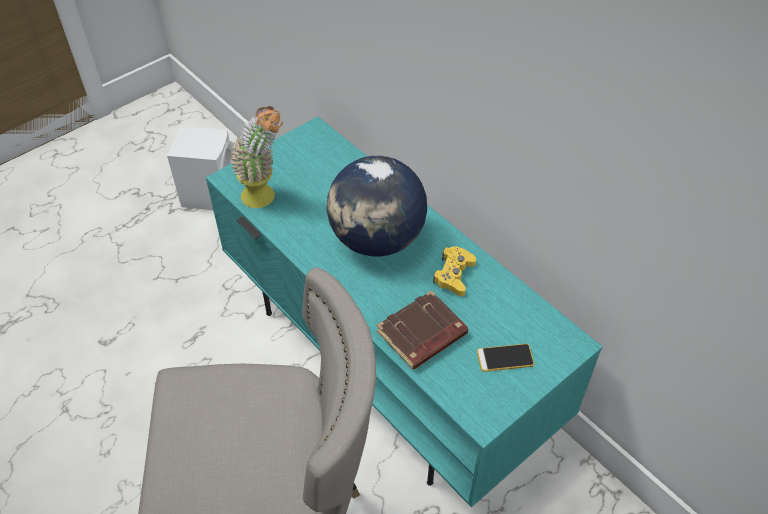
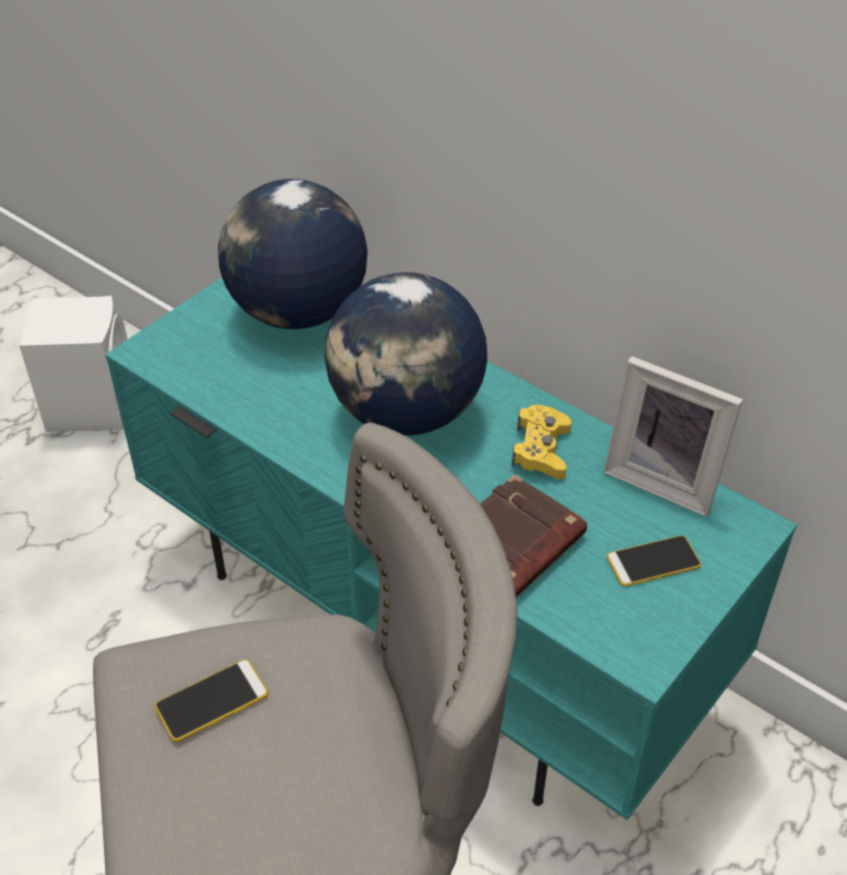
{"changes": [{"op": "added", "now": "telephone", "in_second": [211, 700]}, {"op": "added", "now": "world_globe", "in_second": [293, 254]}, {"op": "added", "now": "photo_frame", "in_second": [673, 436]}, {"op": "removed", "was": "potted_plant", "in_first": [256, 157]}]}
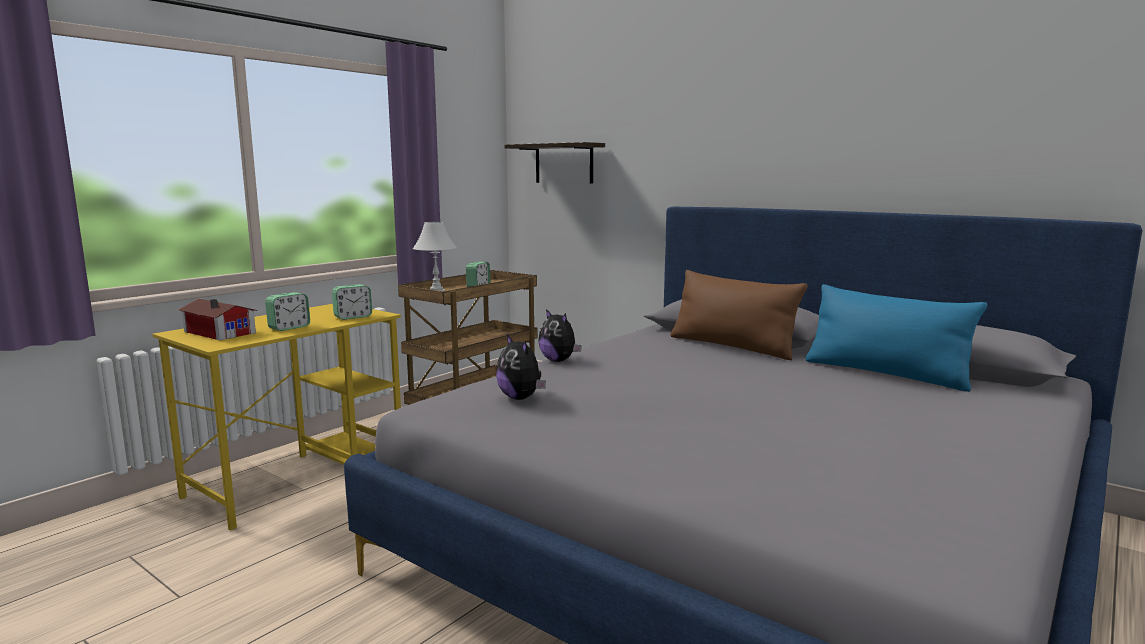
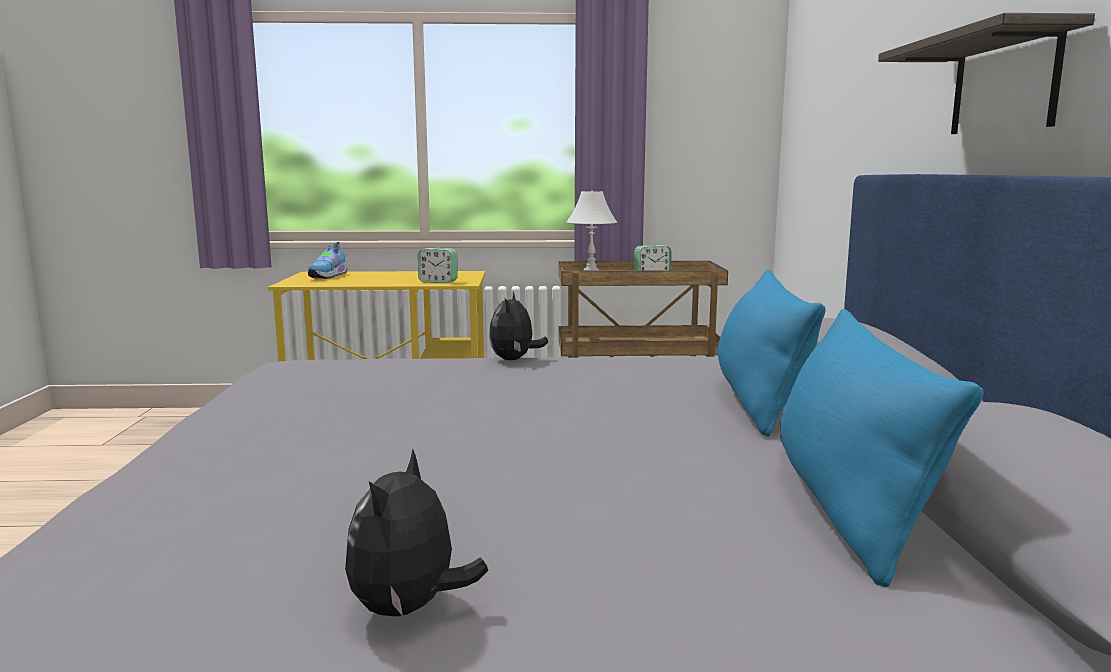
{"changes": [{"op": "replaced", "was": "toy_house", "now": "item_of_footwear", "in_first": [217, 319], "in_second": [327, 260]}, {"op": "moved", "was": "plush_toy", "in_first": [521, 367], "in_second": [416, 532]}, {"op": "recoloured", "was": "brown-coloured_pillow", "now": "blue-coloured_pillow", "in_first": [739, 315], "in_second": [772, 353]}, {"op": "moved", "was": "bracket_shelf", "in_first": [555, 162], "in_second": [986, 73]}, {"op": "removed", "was": "bedside_clock", "in_first": [287, 311]}]}
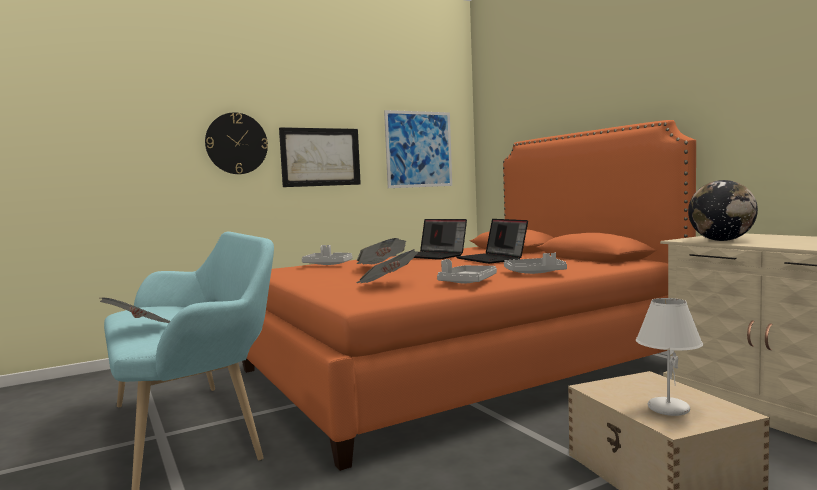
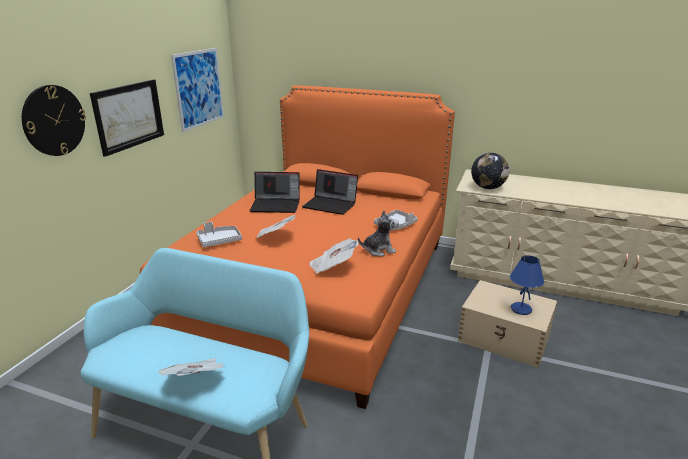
{"changes": [{"op": "replaced", "was": "gray_carrying_tray", "now": "plush_toy", "in_first": [467, 271], "in_second": [378, 233]}, {"op": "recoloured", "was": "white_table_lamp", "now": "blue-coloured_table_lamp", "in_first": [669, 357], "in_second": [527, 285]}]}
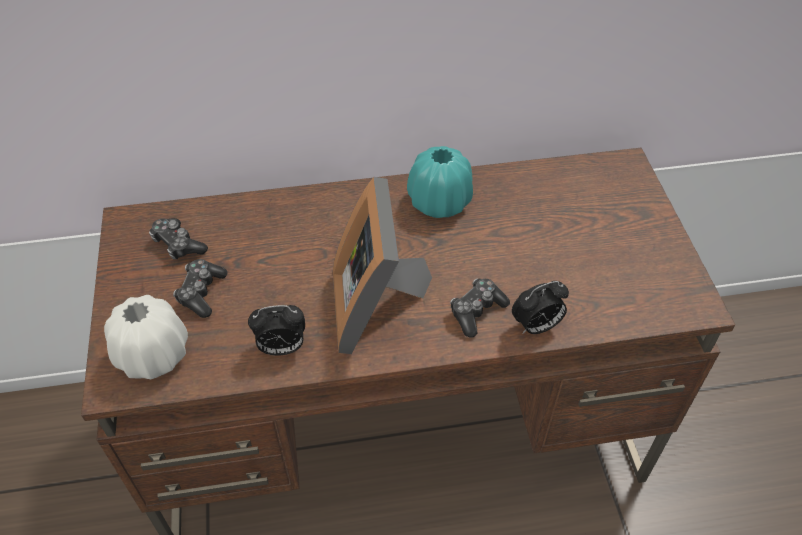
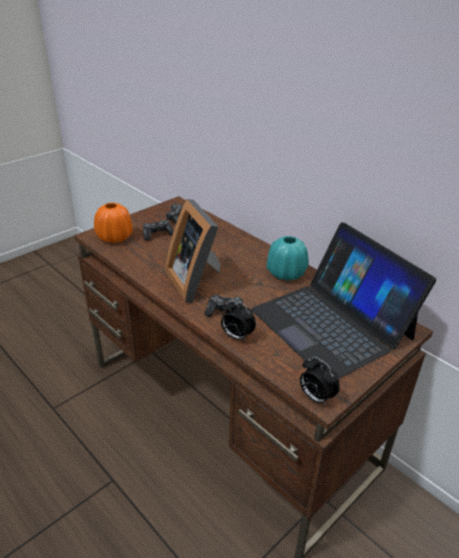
{"changes": [{"op": "recoloured", "was": "white_vase", "now": "orangey_vase", "in_first": [146, 337], "in_second": [113, 223]}, {"op": "turned", "was": "photo_frame", "in_first": [382, 265], "in_second": [192, 251], "clockwise": -75}, {"op": "added", "now": "notebook_computer", "in_second": [343, 300]}, {"op": "moved", "was": "bedside_clock", "in_first": [276, 330], "in_second": [320, 381]}]}
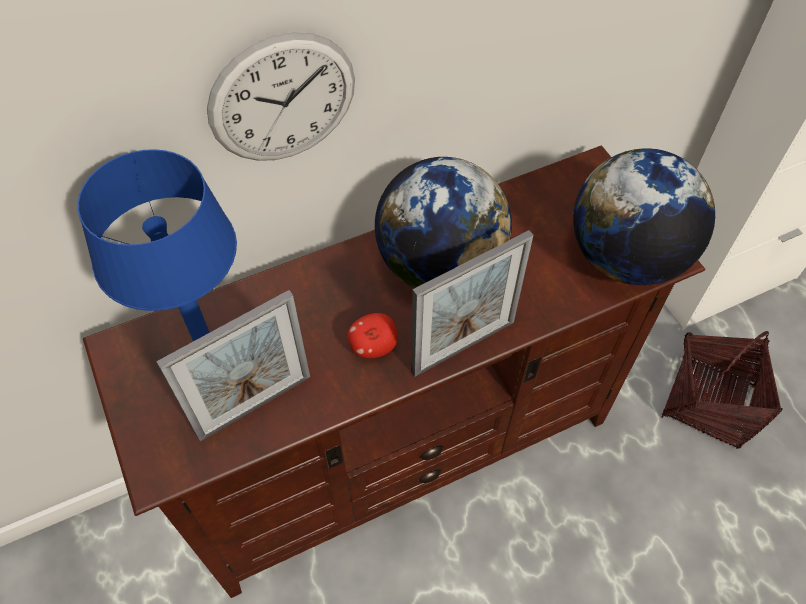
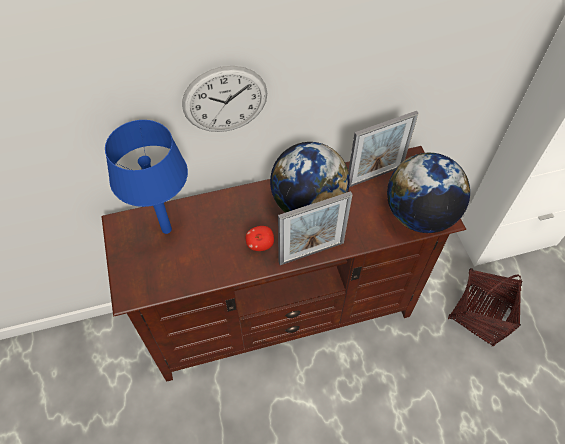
{"changes": [{"op": "moved", "was": "photo_frame", "in_first": [233, 366], "in_second": [383, 149]}]}
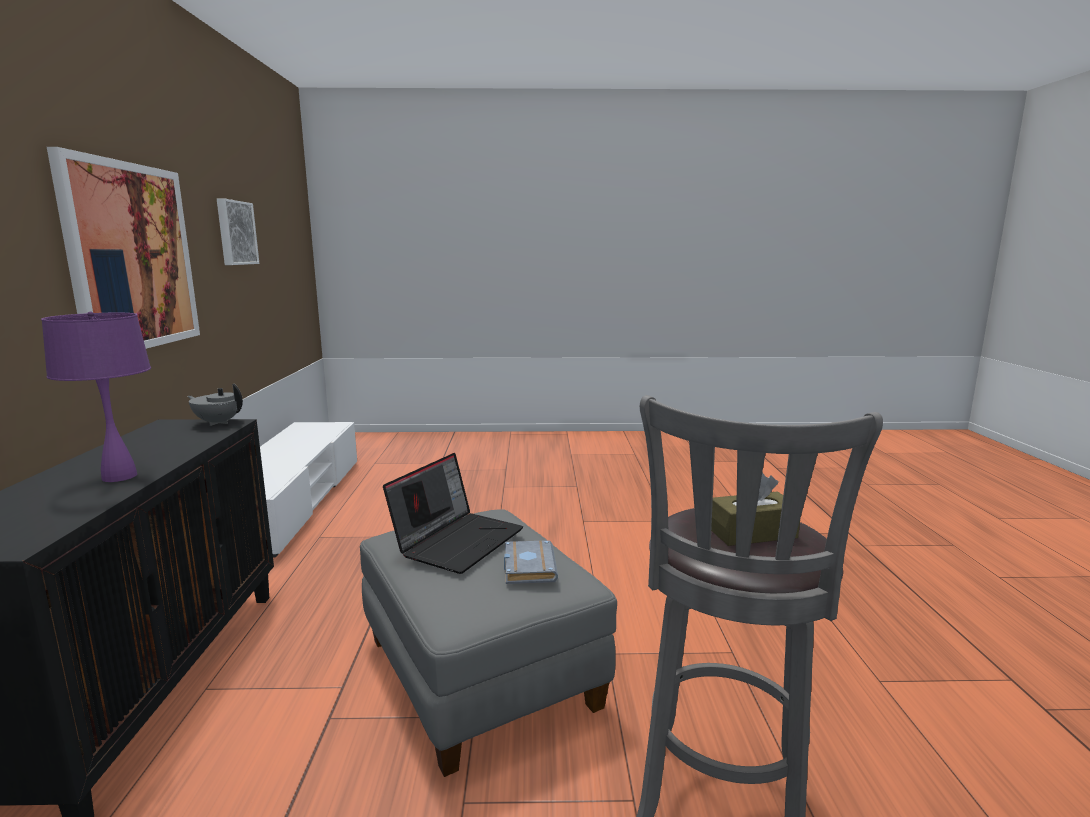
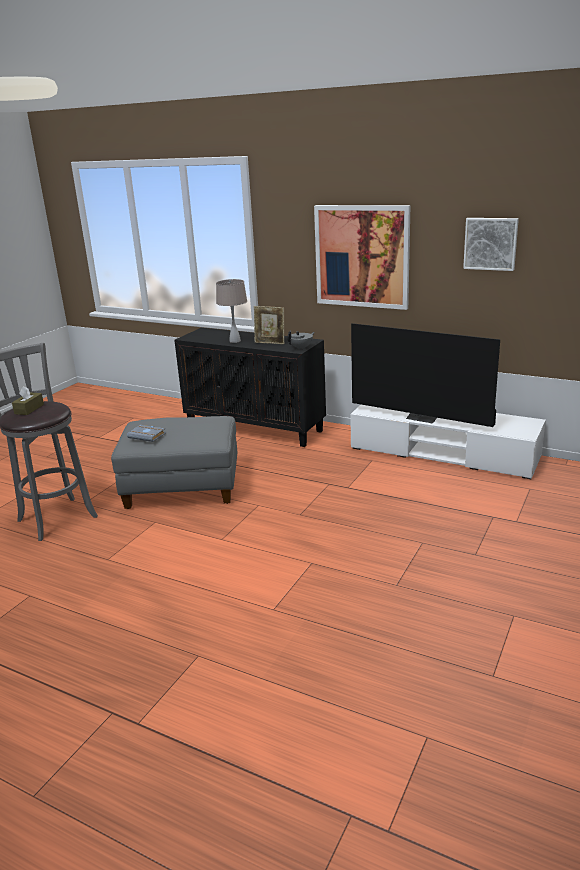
{"changes": [{"op": "recoloured", "was": "purple_table_lamp", "now": "beige_table_lamp", "in_first": [96, 396], "in_second": [231, 311]}, {"op": "added", "now": "photo_frame", "in_second": [269, 325]}, {"op": "added", "now": "TV_set", "in_second": [425, 375]}, {"op": "removed", "was": "notebook_computer", "in_first": [453, 513]}]}
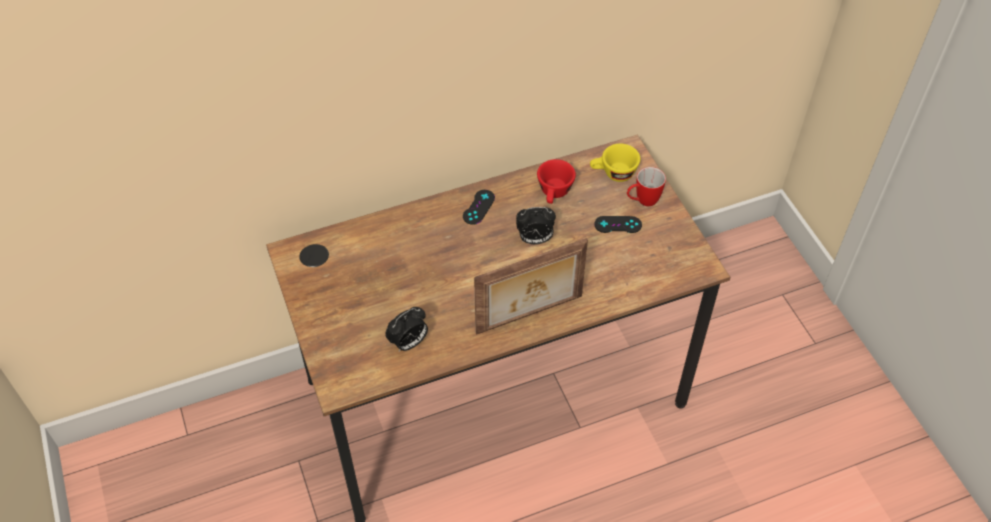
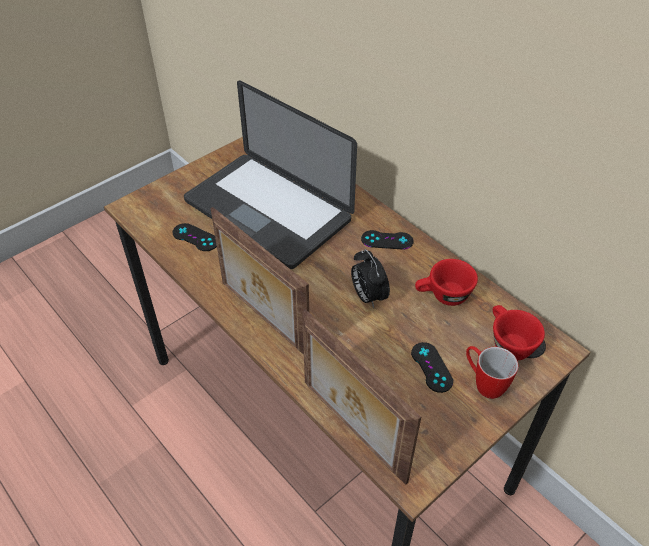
{"changes": [{"op": "replaced", "was": "bedside_clock", "now": "black_joypad", "in_first": [406, 329], "in_second": [194, 237]}, {"op": "added", "now": "notebook_computer", "in_second": [270, 174]}, {"op": "added", "now": "photo_frame", "in_second": [361, 396]}, {"op": "recoloured", "was": "yellow_small_cup", "now": "reddish_small_cup", "in_first": [615, 163], "in_second": [519, 332]}]}
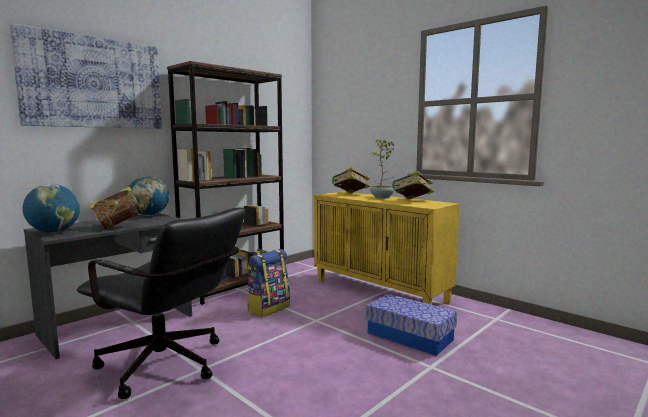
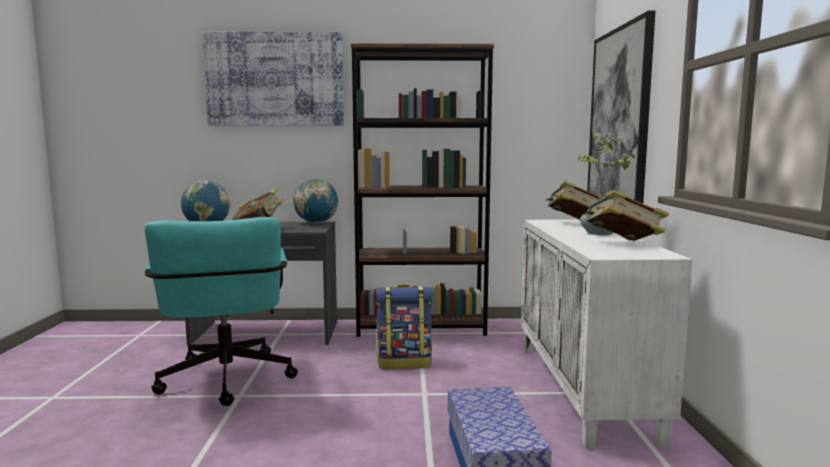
{"changes": [{"op": "recoloured", "was": "black_desk_chair", "now": "blue-green_desk_chair", "in_first": [161, 303], "in_second": [221, 311]}, {"op": "recoloured", "was": "yellow_cabinet", "now": "white_cabinet", "in_first": [387, 248], "in_second": [607, 334]}, {"op": "added", "now": "wall_art", "in_second": [621, 107]}]}
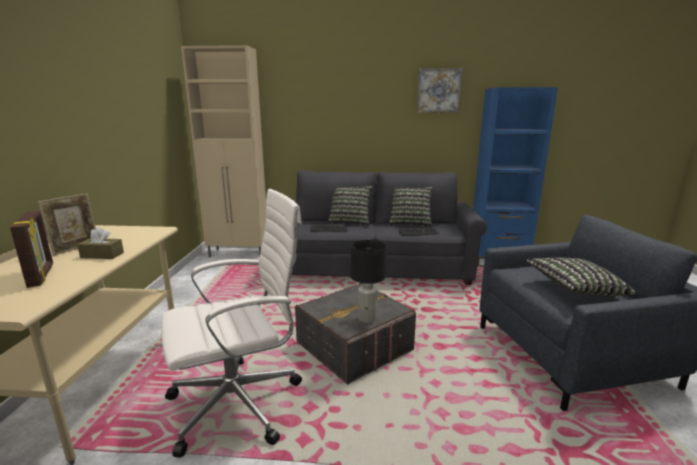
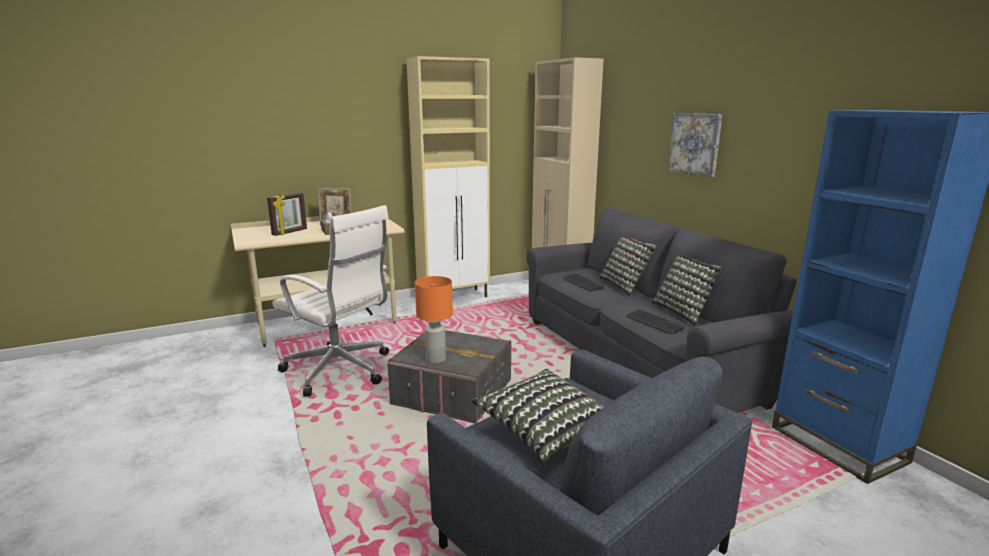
{"changes": [{"op": "added", "now": "beige_cabinet", "in_second": [448, 176]}, {"op": "recoloured", "was": "black_table_lamp", "now": "orangey_table_lamp", "in_first": [368, 281], "in_second": [434, 320]}, {"op": "moved", "was": "wall_art", "in_first": [439, 90], "in_second": [695, 145]}]}
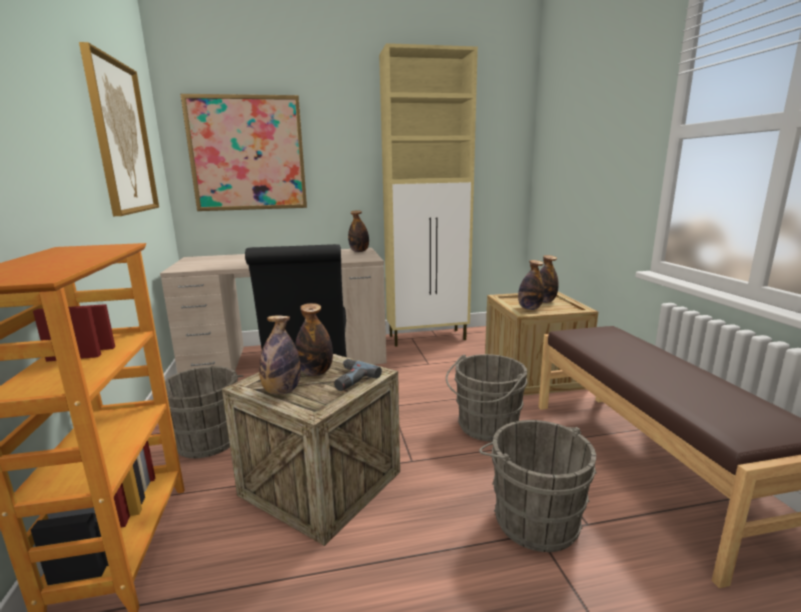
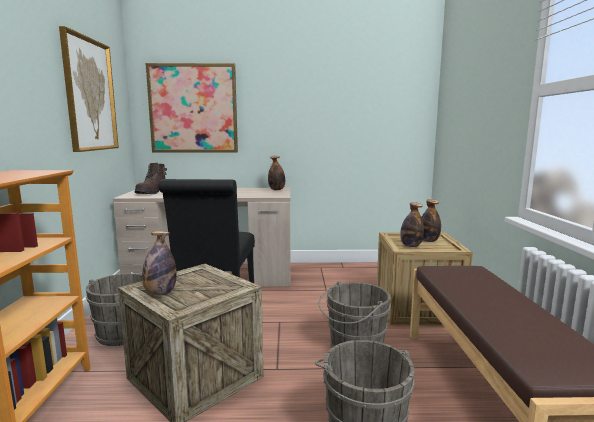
{"changes": [{"op": "added", "now": "brown-coloured_boot", "in_second": [151, 178]}, {"op": "removed", "was": "beverage_bottle", "in_first": [314, 339]}, {"op": "removed", "was": "drill", "in_first": [358, 375]}, {"op": "removed", "was": "beige_cabinet", "in_first": [428, 195]}]}
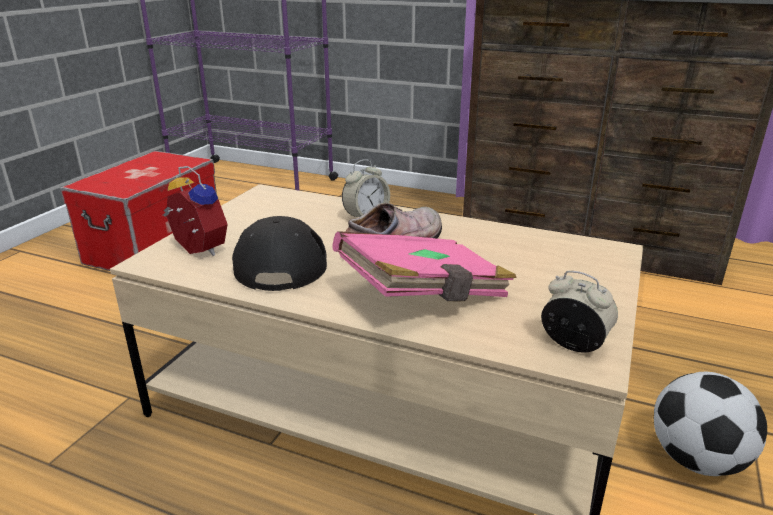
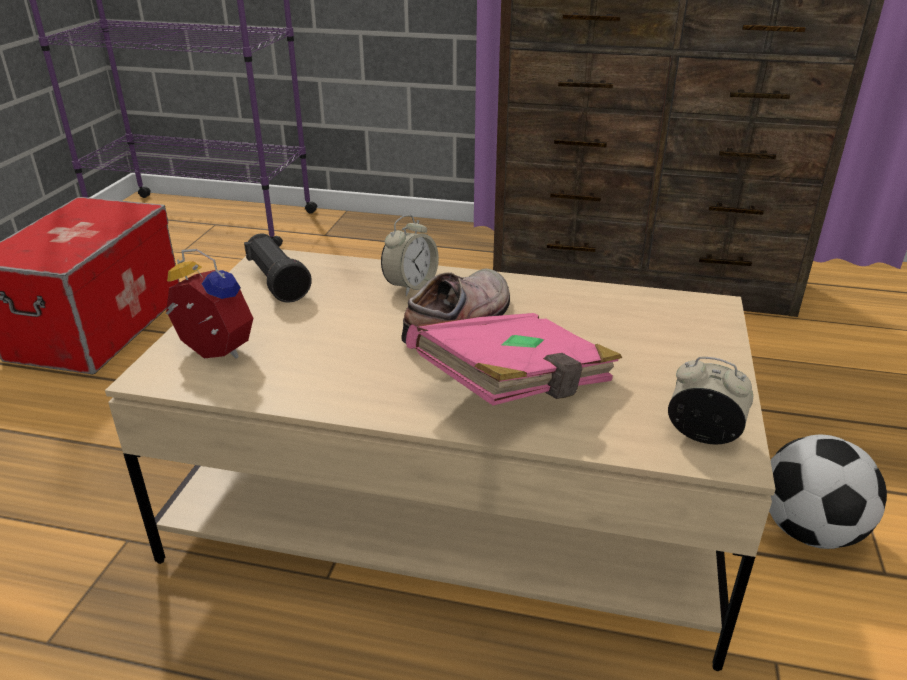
{"changes": [{"op": "added", "now": "black_hand_torch", "in_second": [278, 268]}, {"op": "removed", "was": "black_cap", "in_first": [279, 253]}]}
